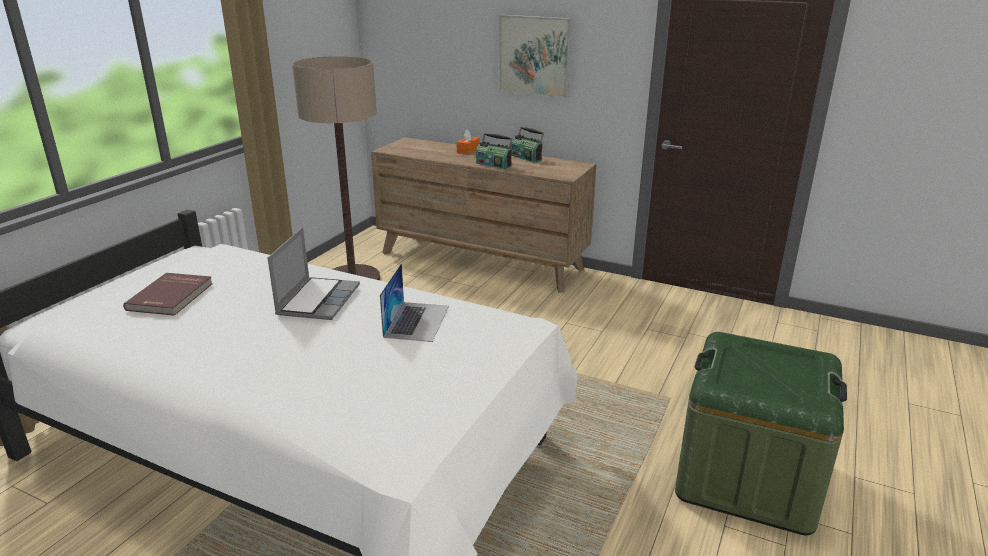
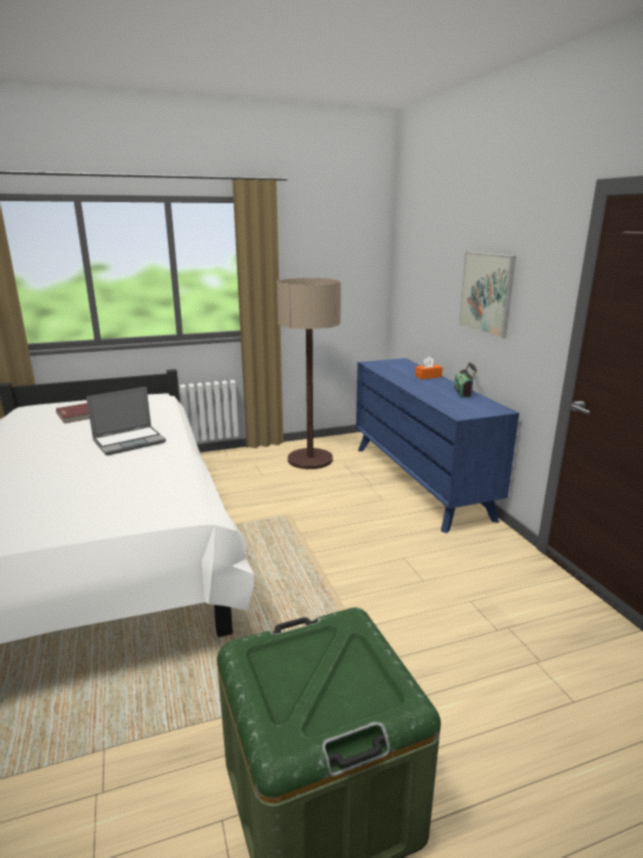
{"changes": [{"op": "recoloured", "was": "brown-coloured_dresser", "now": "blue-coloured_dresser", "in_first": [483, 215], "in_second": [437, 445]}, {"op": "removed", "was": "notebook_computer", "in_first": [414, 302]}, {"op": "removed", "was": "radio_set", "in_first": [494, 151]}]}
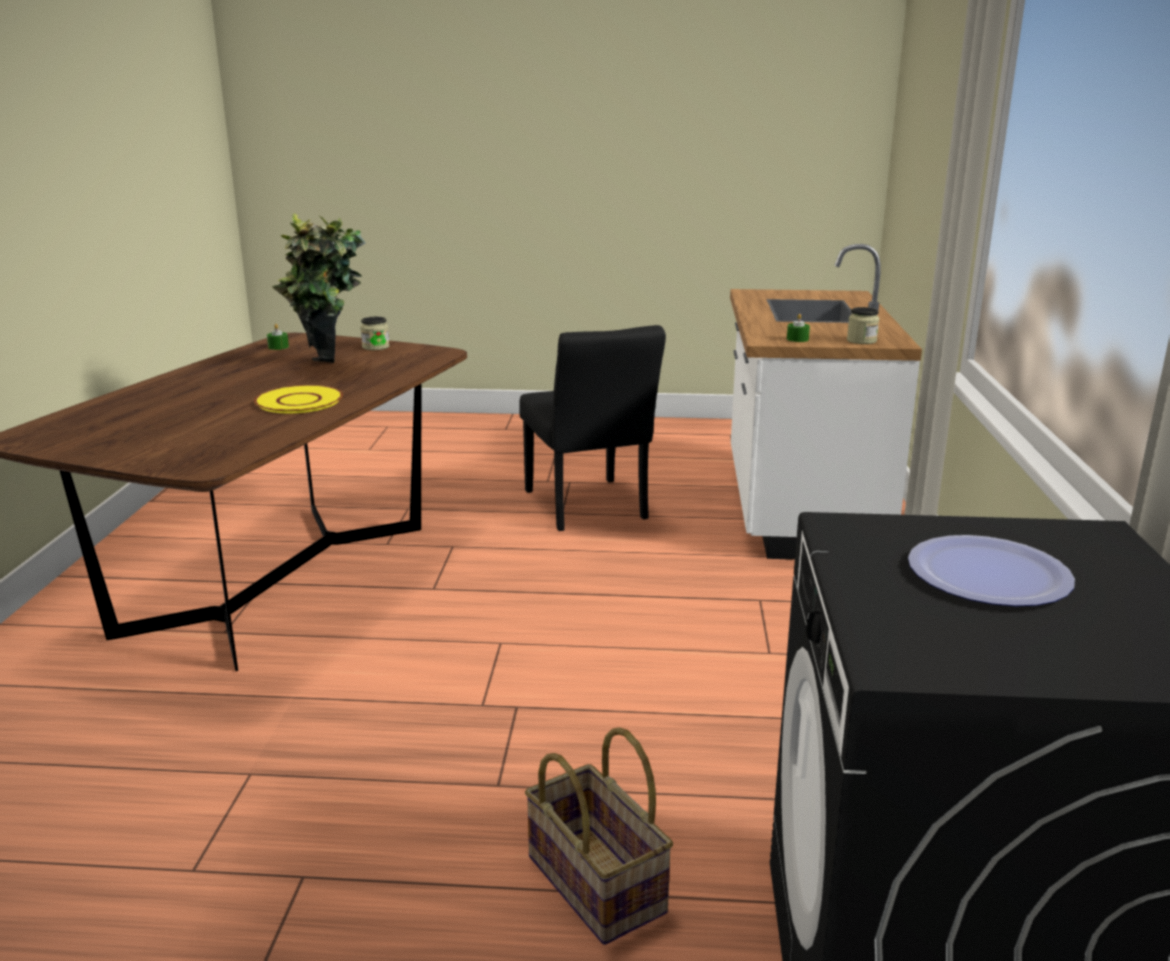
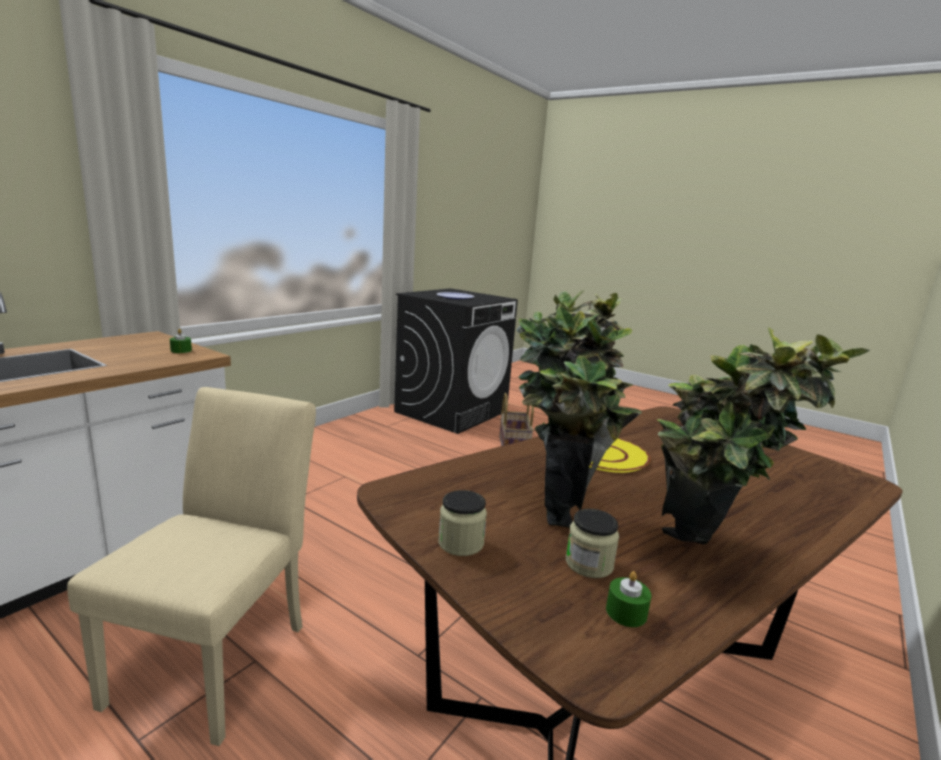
{"changes": [{"op": "recoloured", "was": "black_upright_chair", "now": "beige_upright_chair", "in_first": [592, 428], "in_second": [191, 566]}, {"op": "moved", "was": "storage_jar", "in_first": [863, 325], "in_second": [592, 543]}, {"op": "added", "now": "potted_plant", "in_second": [763, 436]}]}
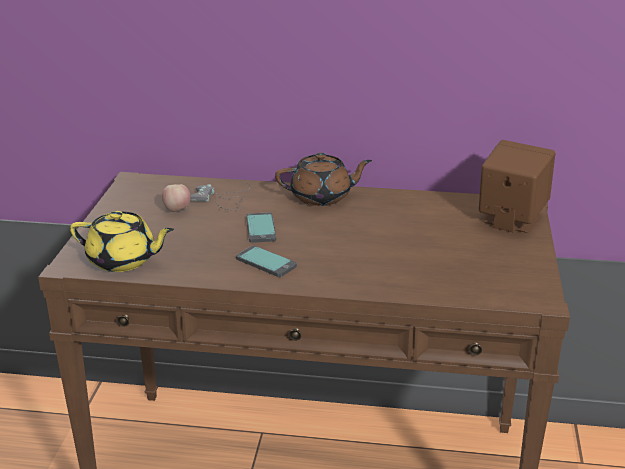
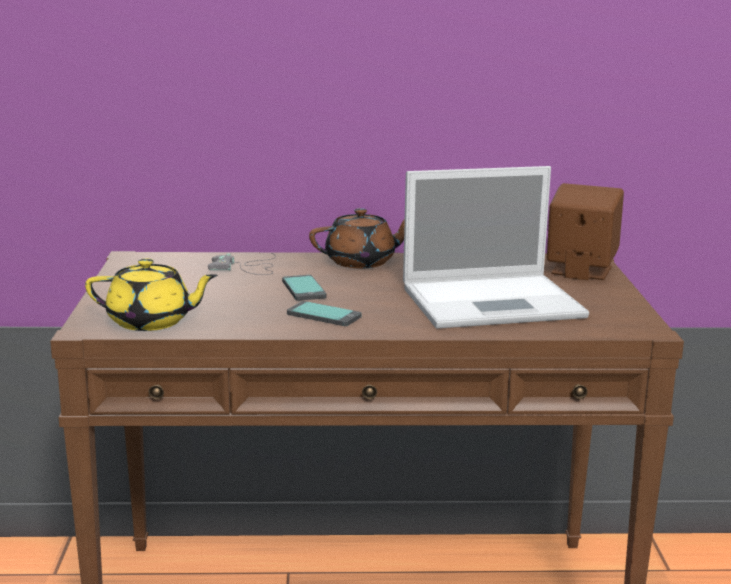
{"changes": [{"op": "added", "now": "notebook_computer", "in_second": [496, 247]}, {"op": "removed", "was": "whole_apple", "in_first": [176, 198]}]}
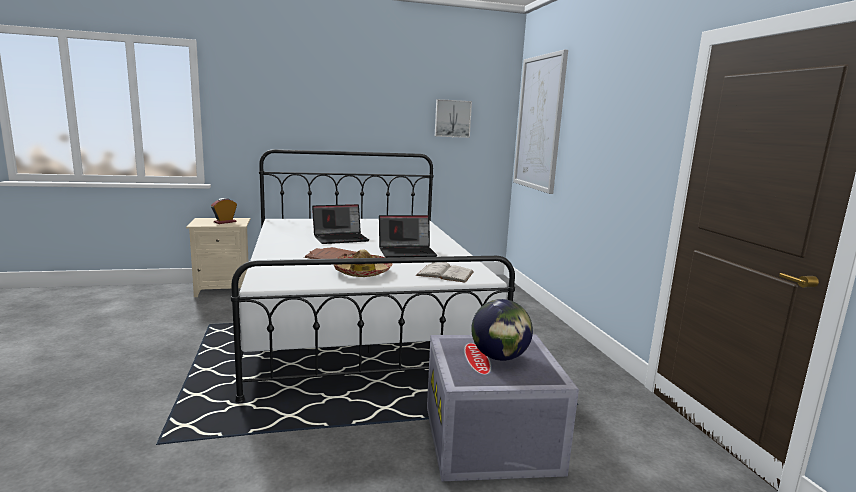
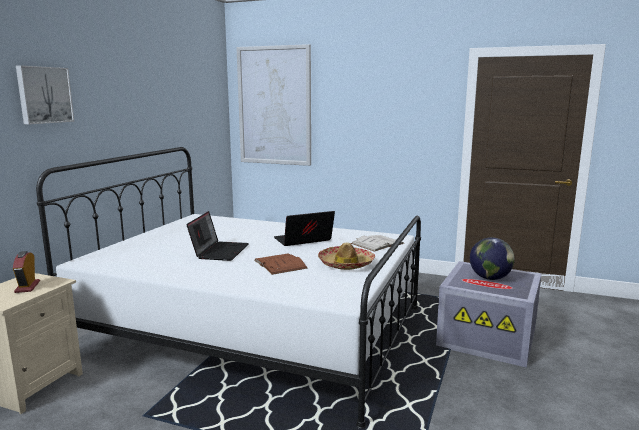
{"changes": [{"op": "moved", "was": "wall_art", "in_first": [453, 118], "in_second": [45, 94]}, {"op": "turned", "was": "notebook_computer", "in_first": [408, 236], "in_second": [304, 228], "clockwise": -135}]}
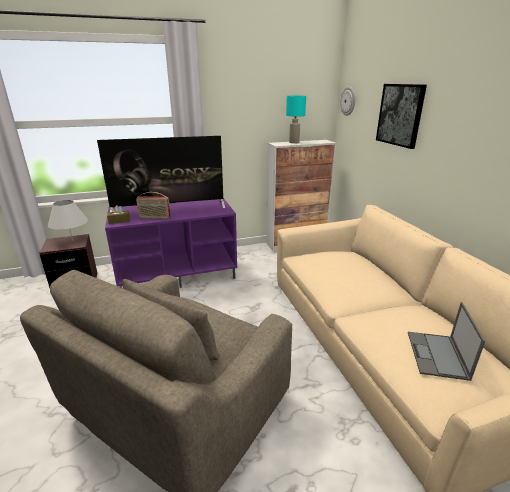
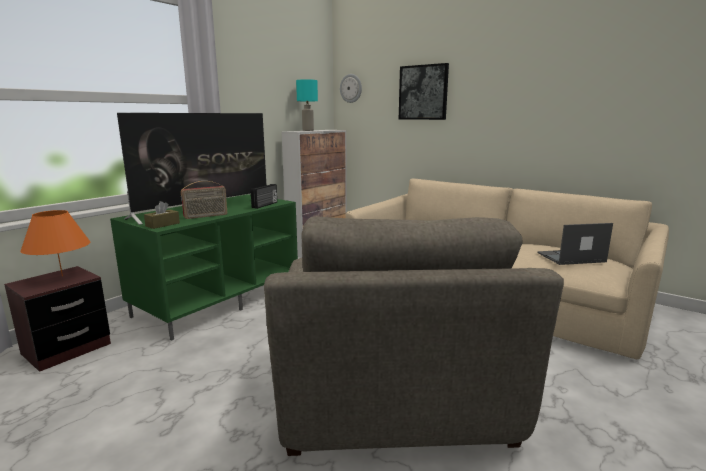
{"changes": [{"op": "recoloured", "was": "white_table_lamp", "now": "orangey_table_lamp", "in_first": [68, 220], "in_second": [55, 243]}, {"op": "recoloured", "was": "purple_tv_stand", "now": "greenish_tv_stand", "in_first": [171, 243], "in_second": [204, 267]}, {"op": "added", "now": "radio_set", "in_second": [264, 196]}, {"op": "turned", "was": "notebook_computer", "in_first": [446, 341], "in_second": [575, 244], "clockwise": 105}]}
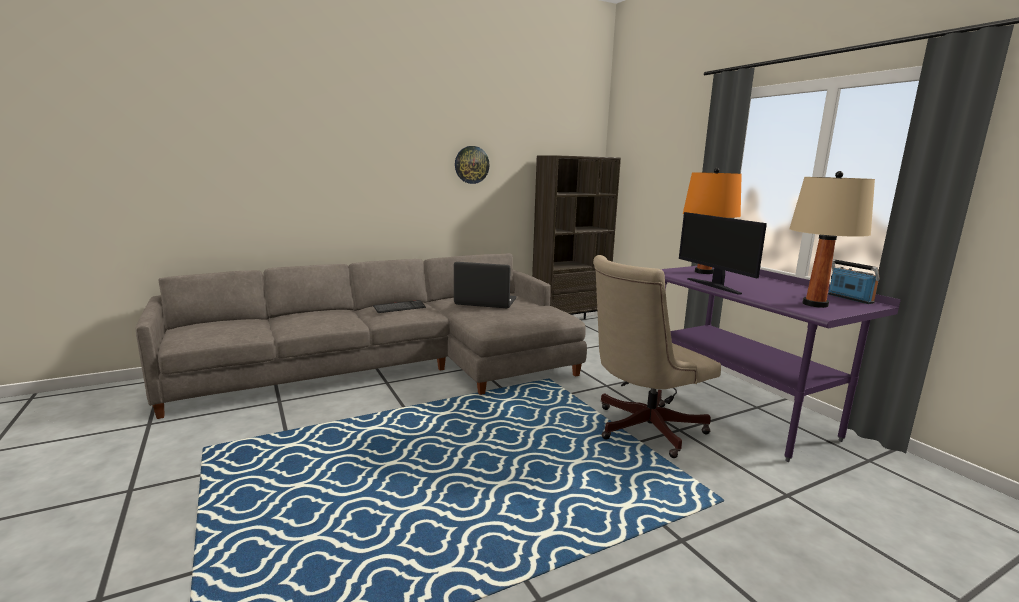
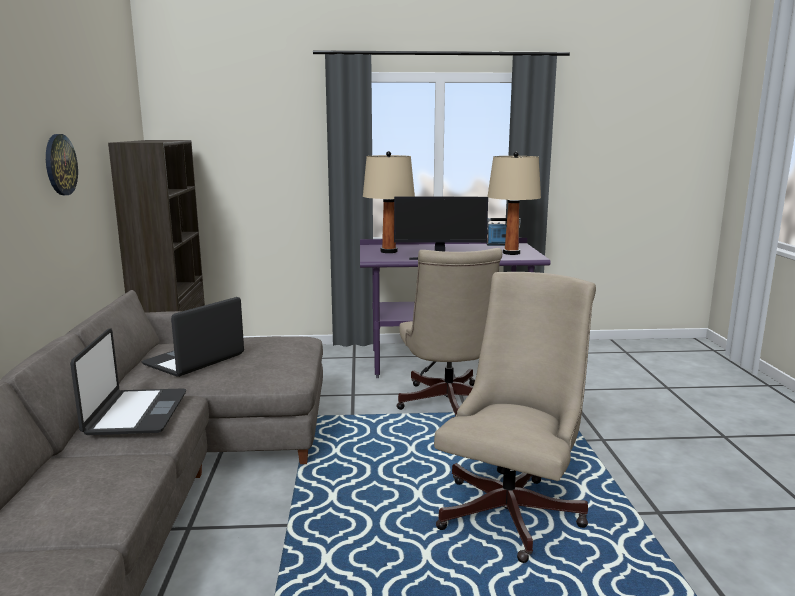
{"changes": [{"op": "replaced", "was": "PC_keyboard", "now": "notebook_computer", "in_first": [399, 306], "in_second": [128, 381]}, {"op": "recoloured", "was": "orangey_table_lamp", "now": "beige_table_lamp", "in_first": [712, 221], "in_second": [389, 202]}, {"op": "added", "now": "beige_desk_chair", "in_second": [515, 417]}]}
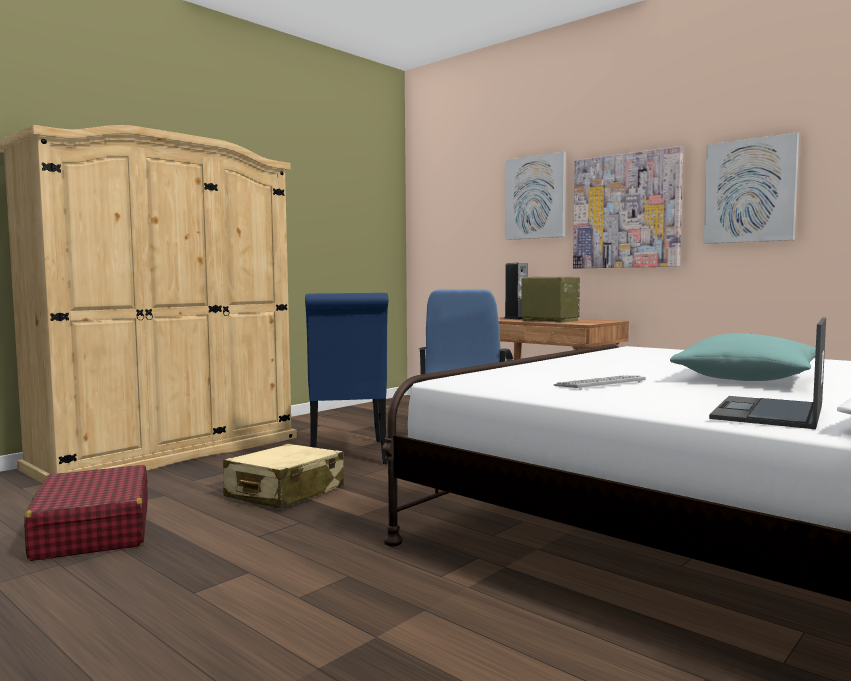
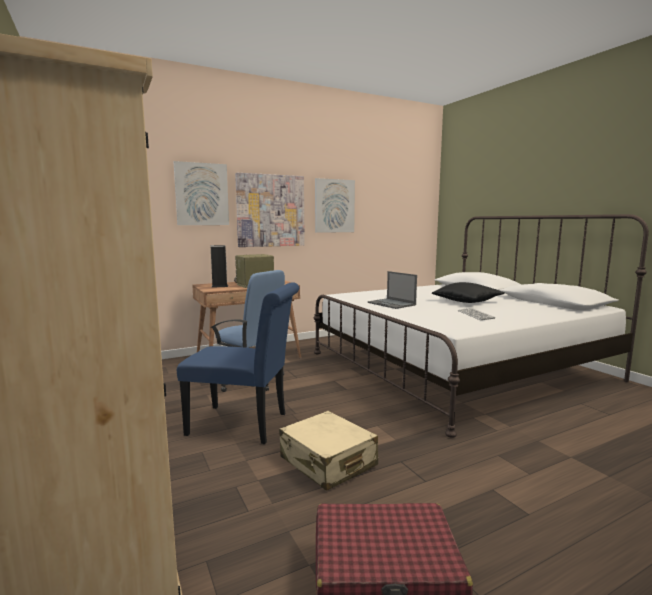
{"changes": [{"op": "moved", "was": "notebook_computer", "in_first": [767, 373], "in_second": [392, 290]}, {"op": "recoloured", "was": "blue-green_pillow", "now": "black_pillow", "in_first": [743, 357], "in_second": [468, 292]}]}
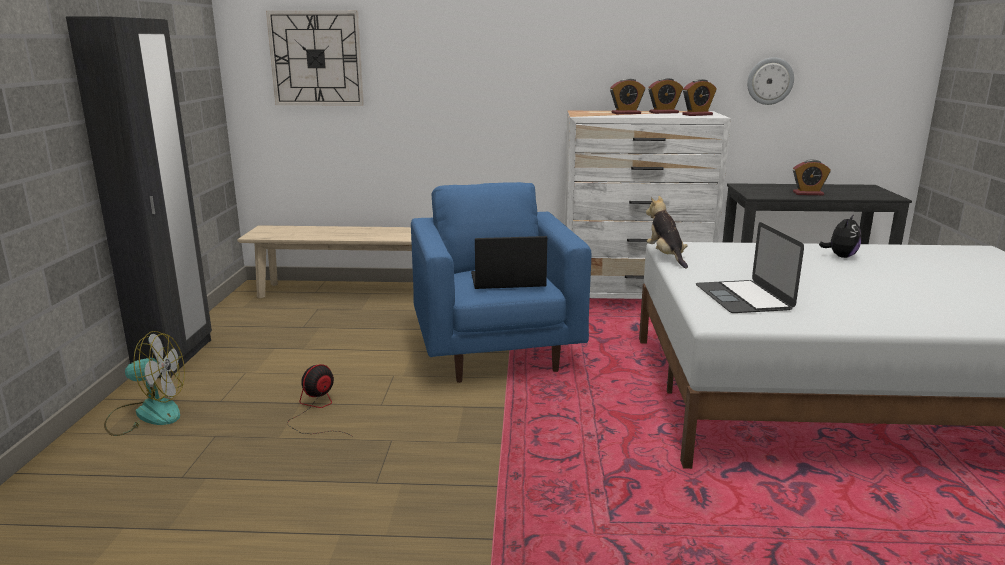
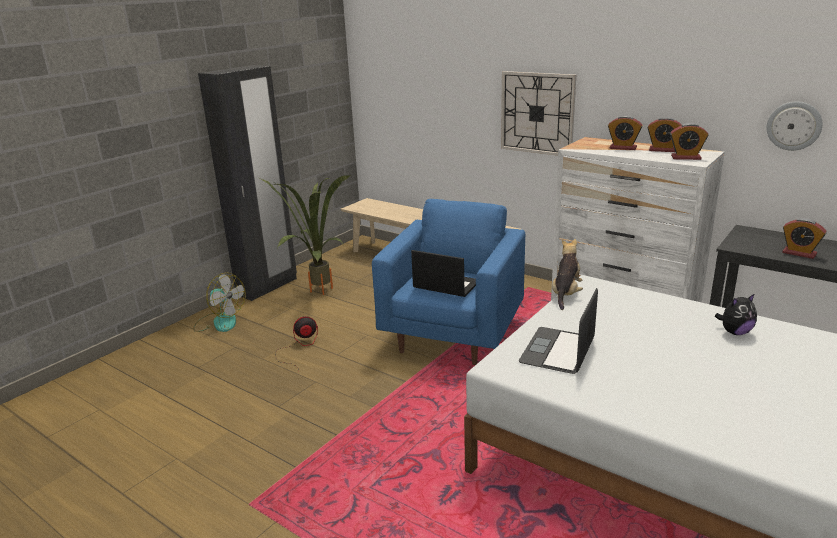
{"changes": [{"op": "added", "now": "potted_plant", "in_second": [305, 235]}, {"op": "moved", "was": "clock_on_the_wall", "in_first": [315, 58], "in_second": [538, 113]}]}
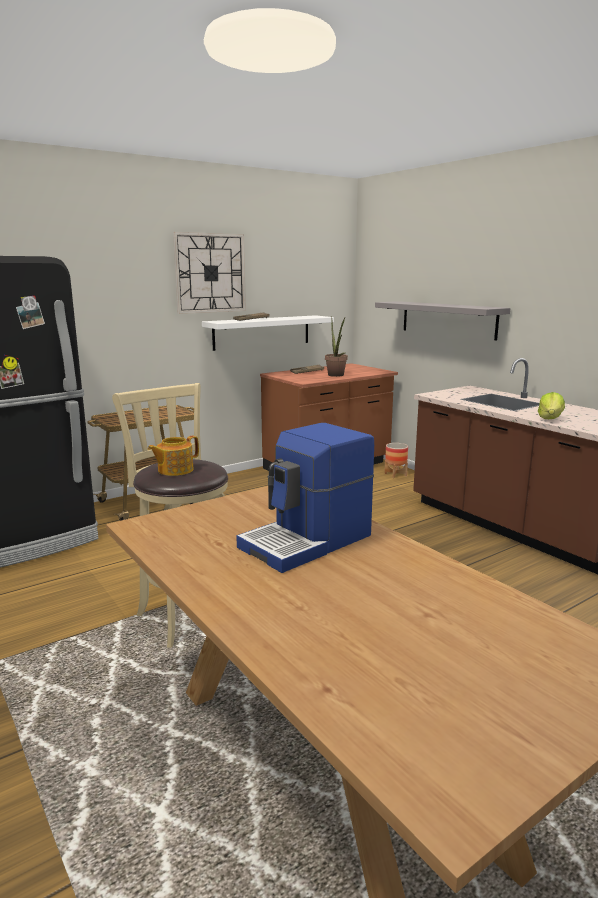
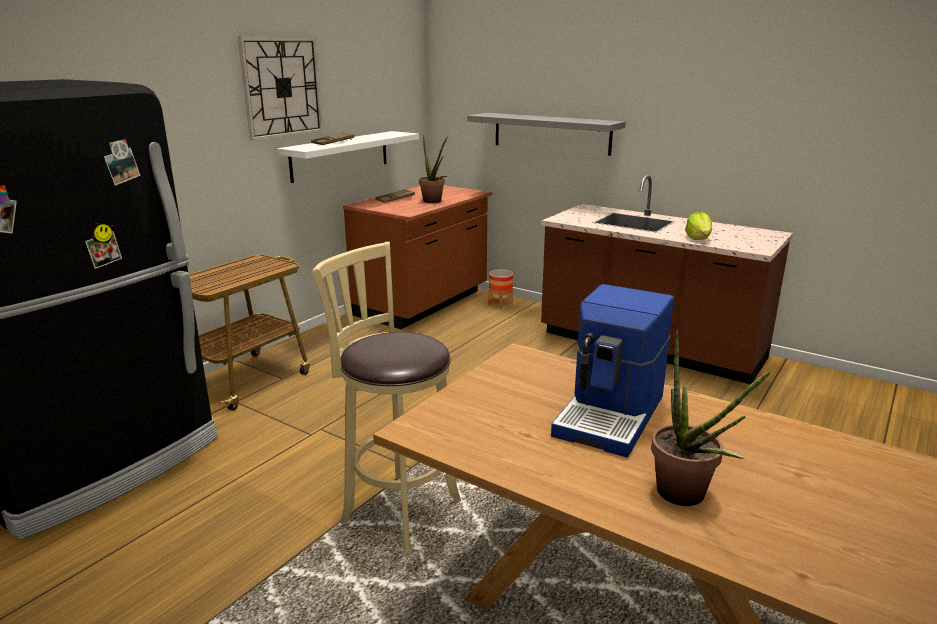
{"changes": [{"op": "added", "now": "potted_plant", "in_second": [711, 418]}, {"op": "removed", "was": "teapot", "in_first": [173, 456]}]}
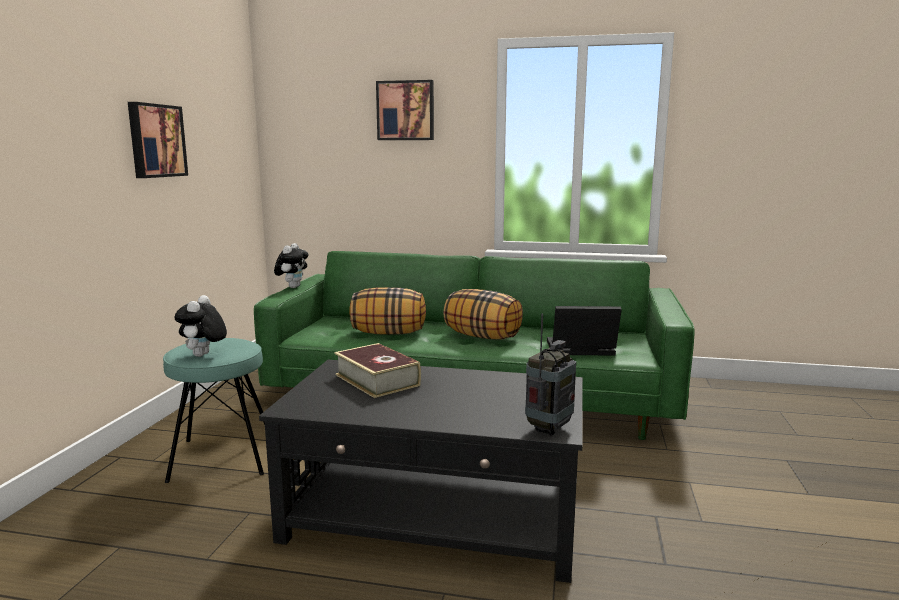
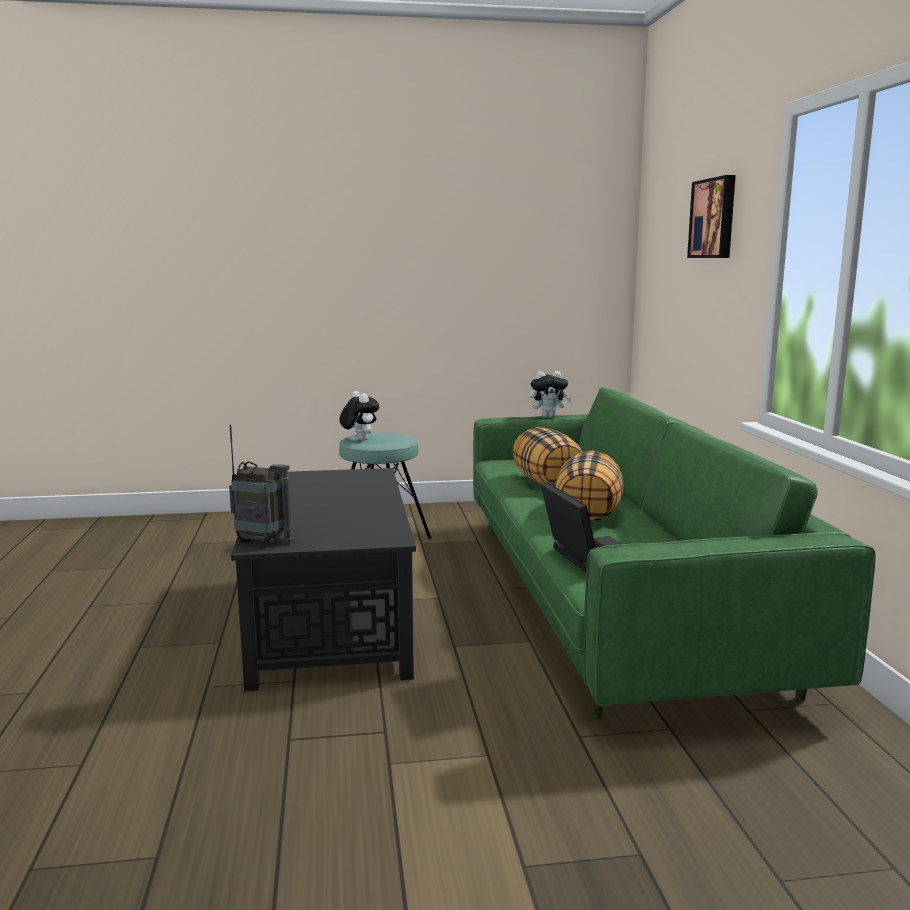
{"changes": [{"op": "turned", "was": "plush_toy", "in_first": [200, 326], "in_second": [359, 416], "clockwise": 75}, {"op": "removed", "was": "wall_art", "in_first": [158, 140]}, {"op": "removed", "was": "book", "in_first": [378, 370]}]}
